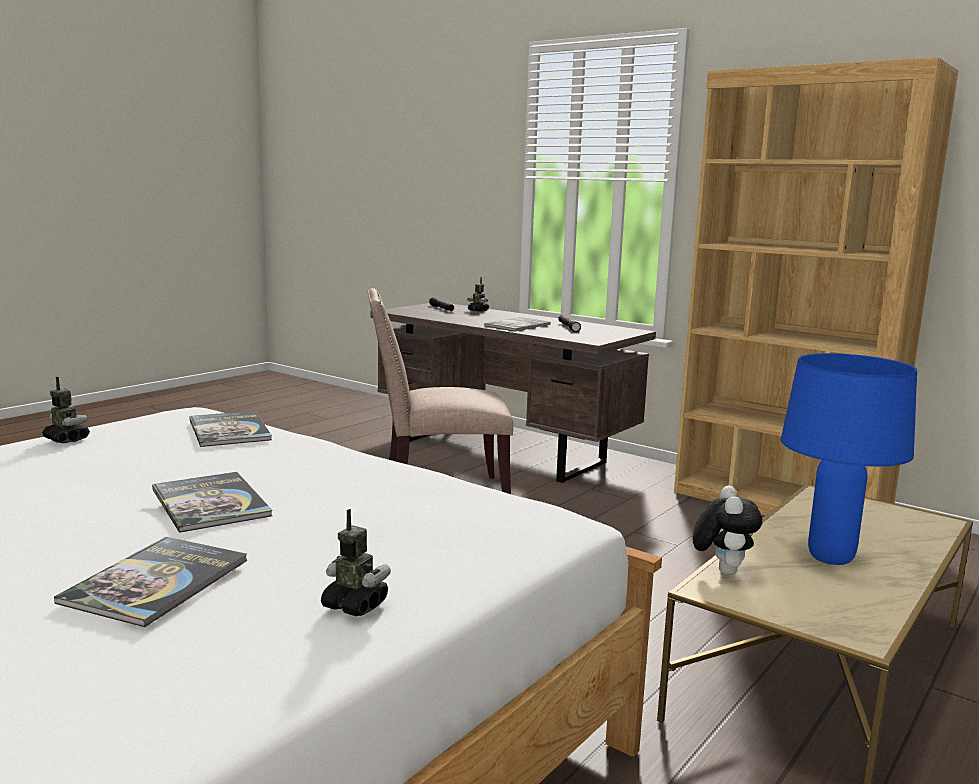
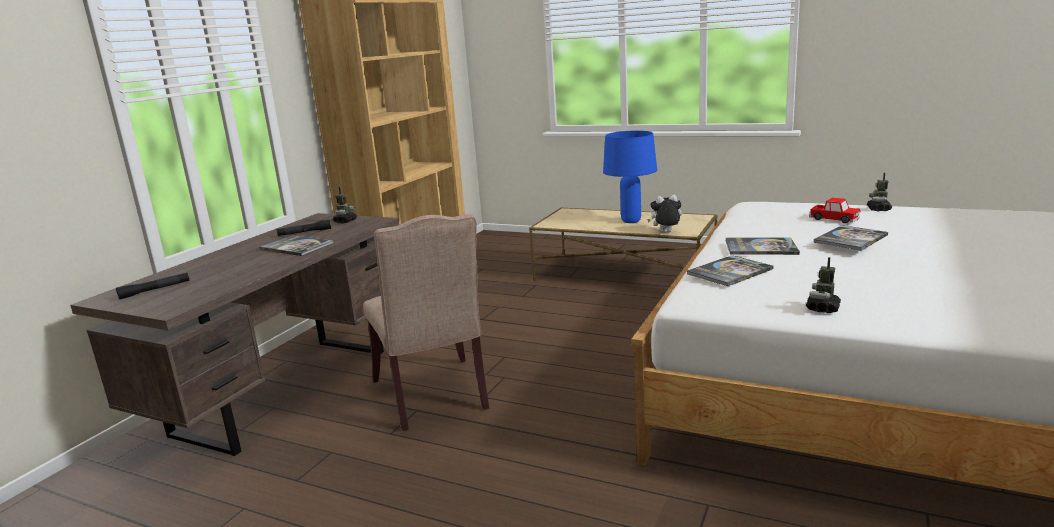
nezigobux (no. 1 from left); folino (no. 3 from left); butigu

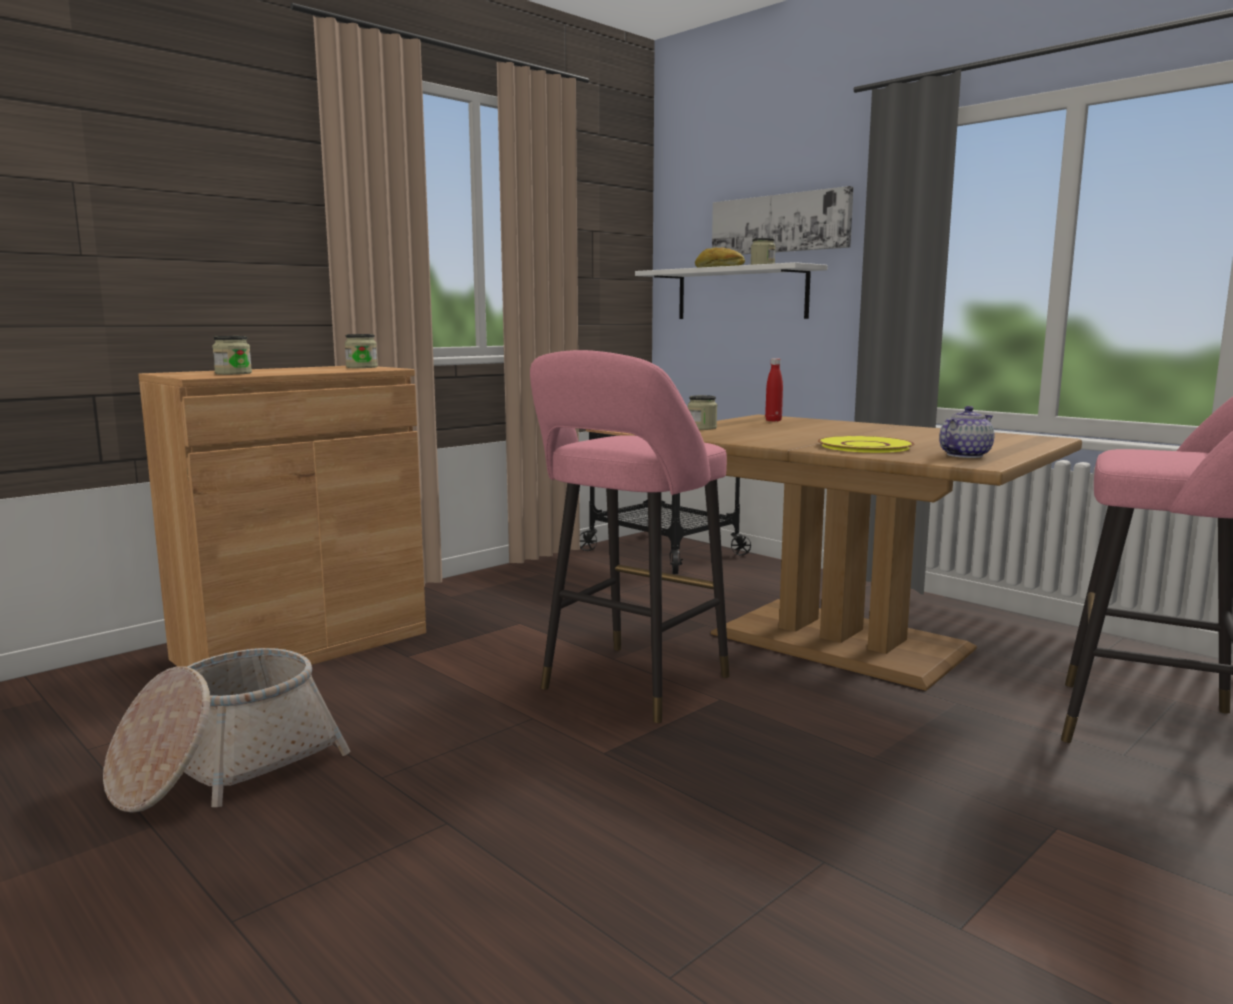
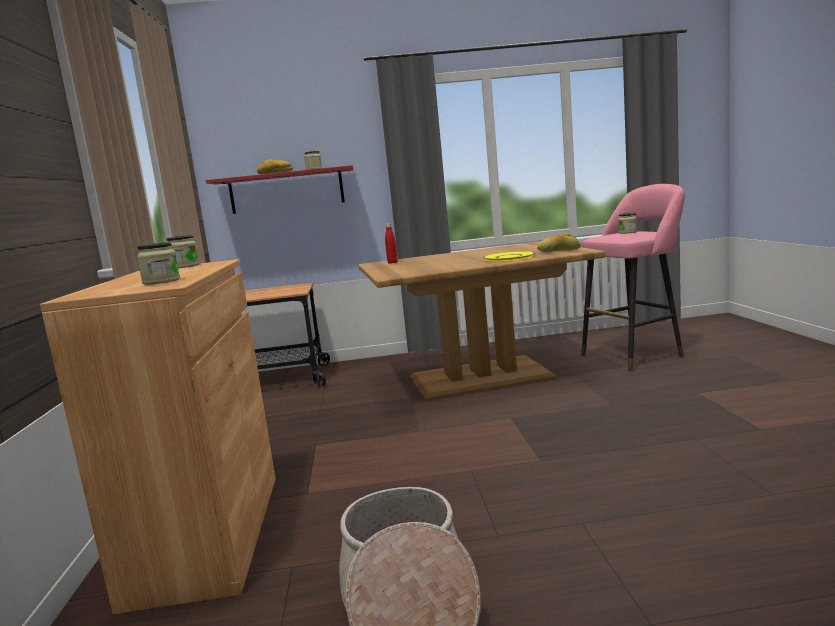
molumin; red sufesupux; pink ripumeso (no. 1 from left in the first image); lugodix (no. 4 from left); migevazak (no. 2 from left)

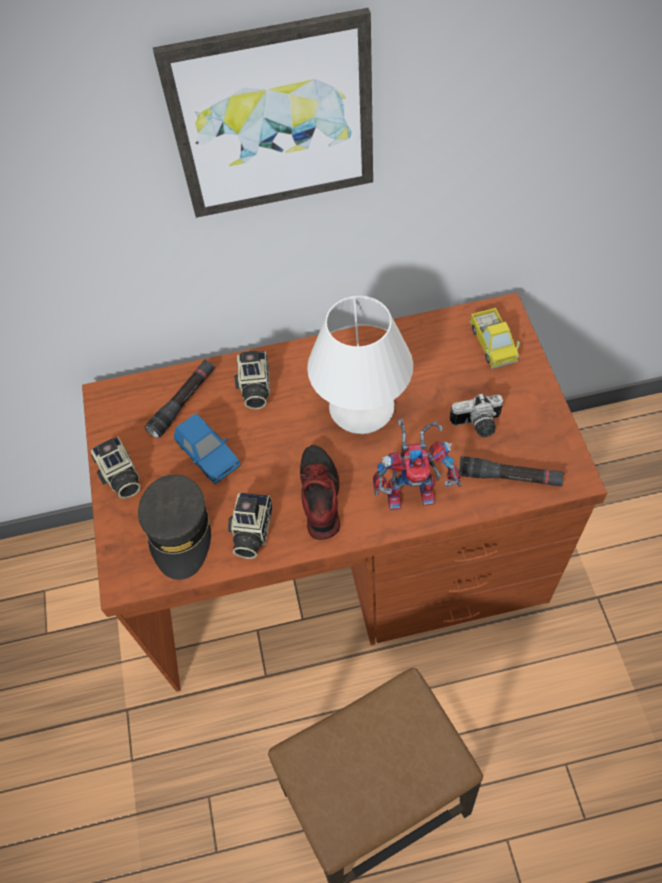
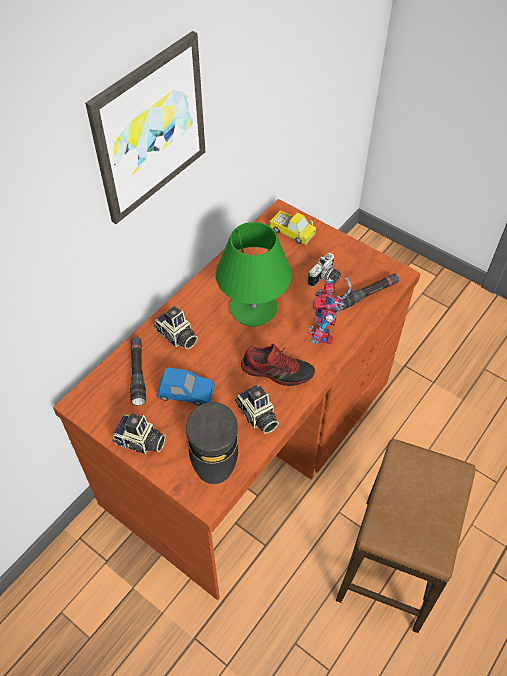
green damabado; nezigobux; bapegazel; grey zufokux

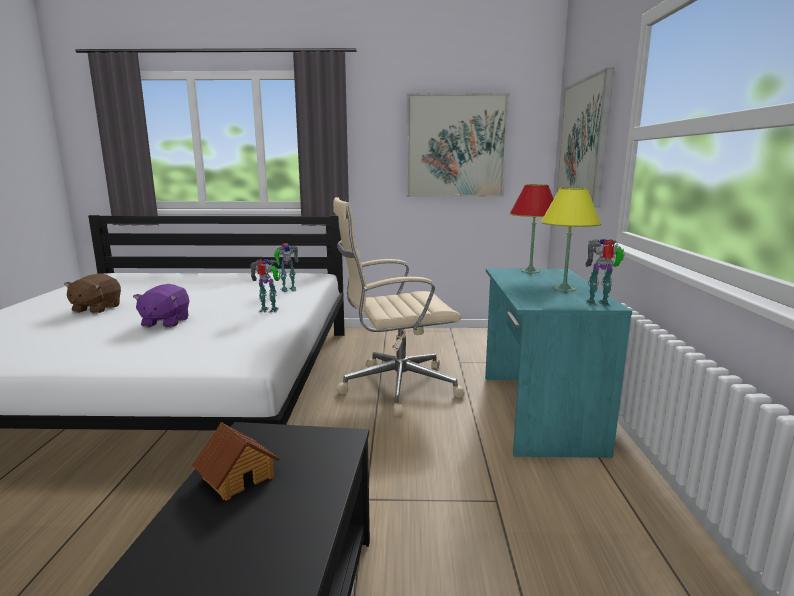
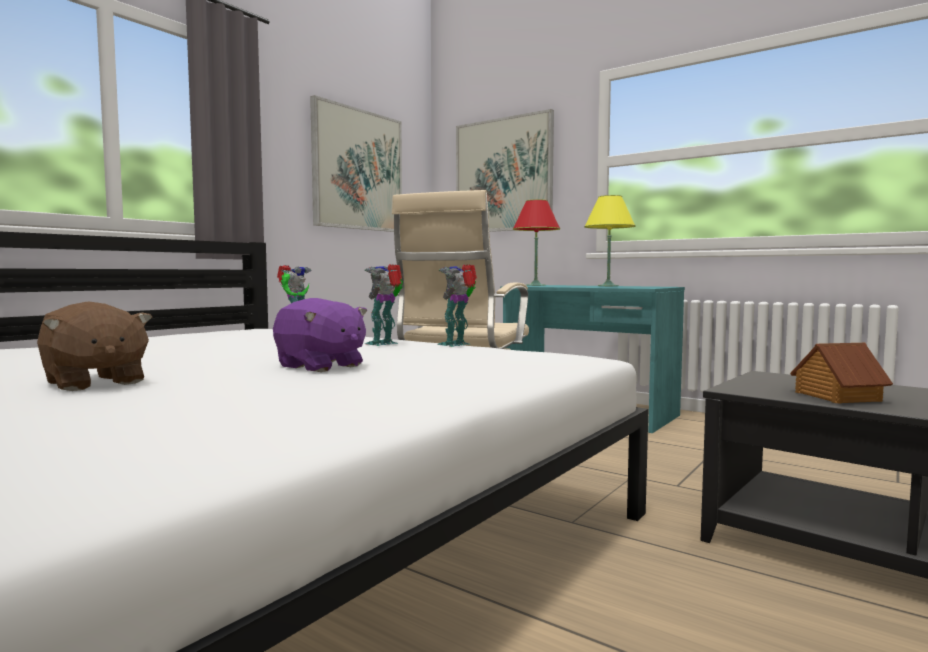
nezigobux (no. 3 from left)

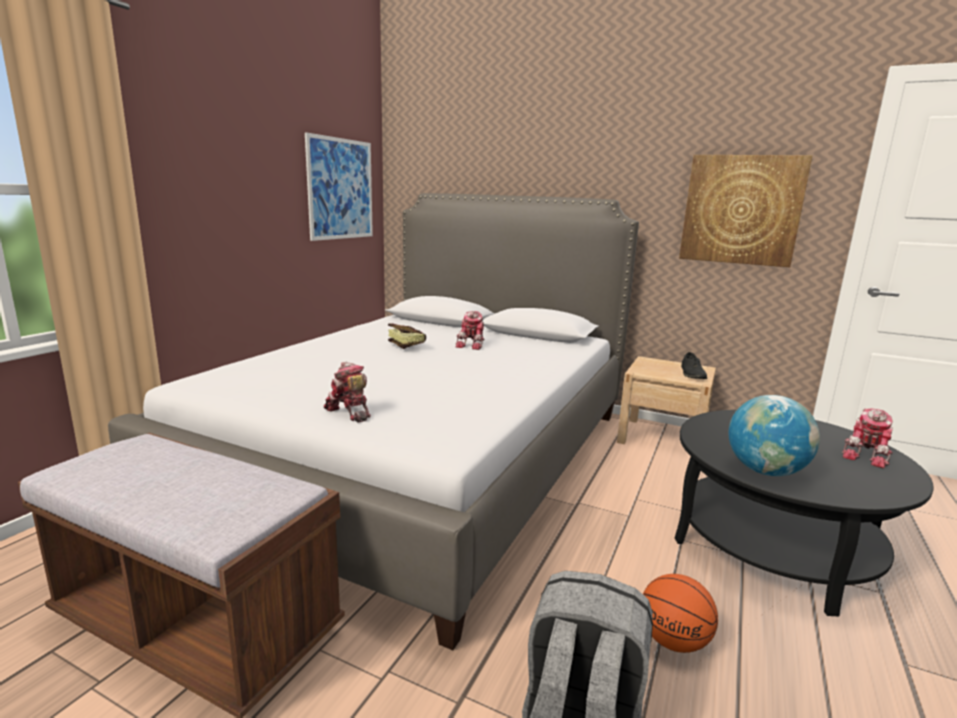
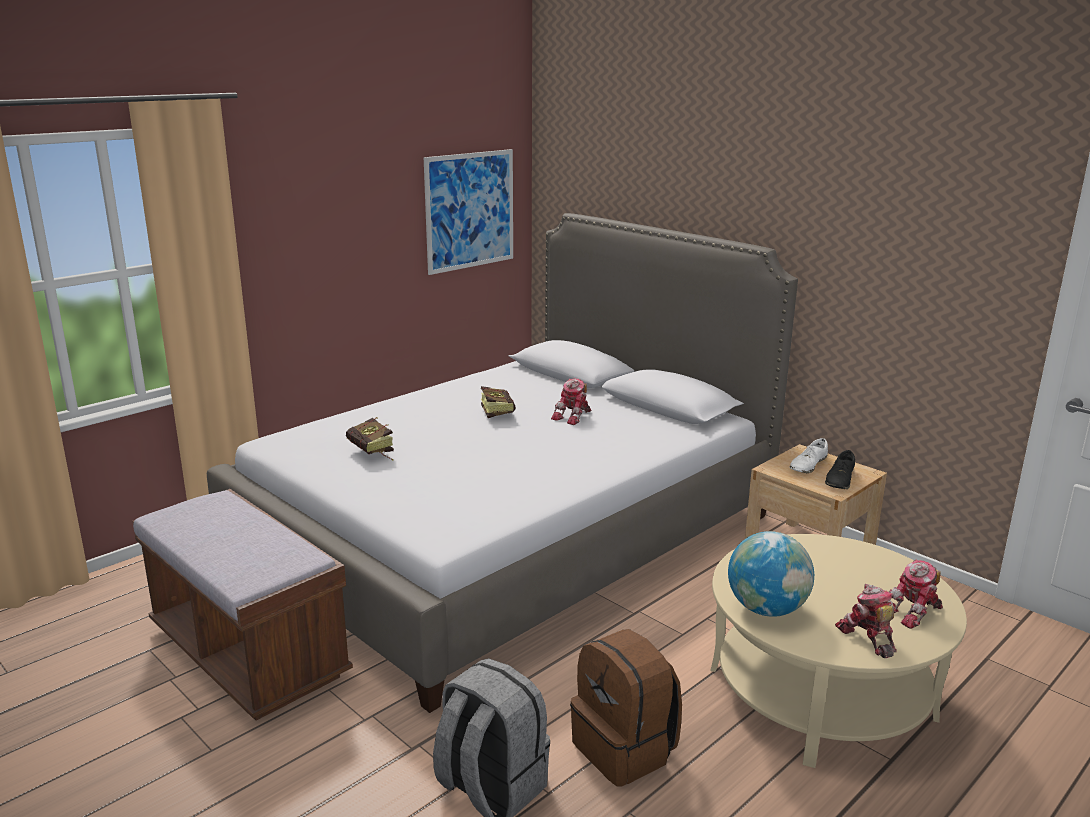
molumin (no. 2 from left in the first image); nezigobux (no. 2 from left); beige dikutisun; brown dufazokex; folino (no. 1 from left); white bapegazel

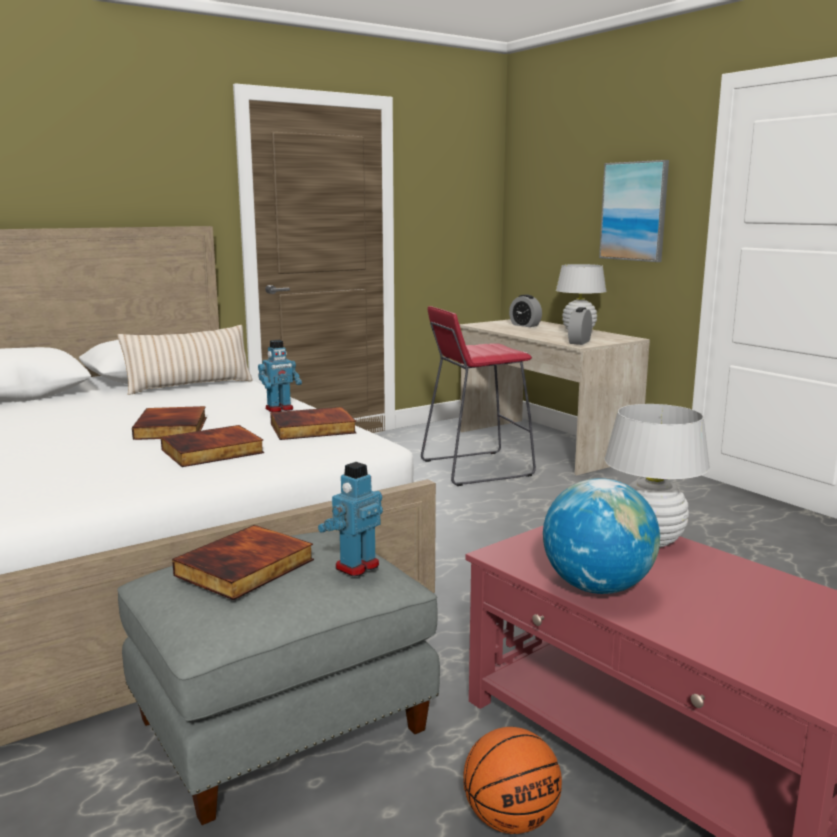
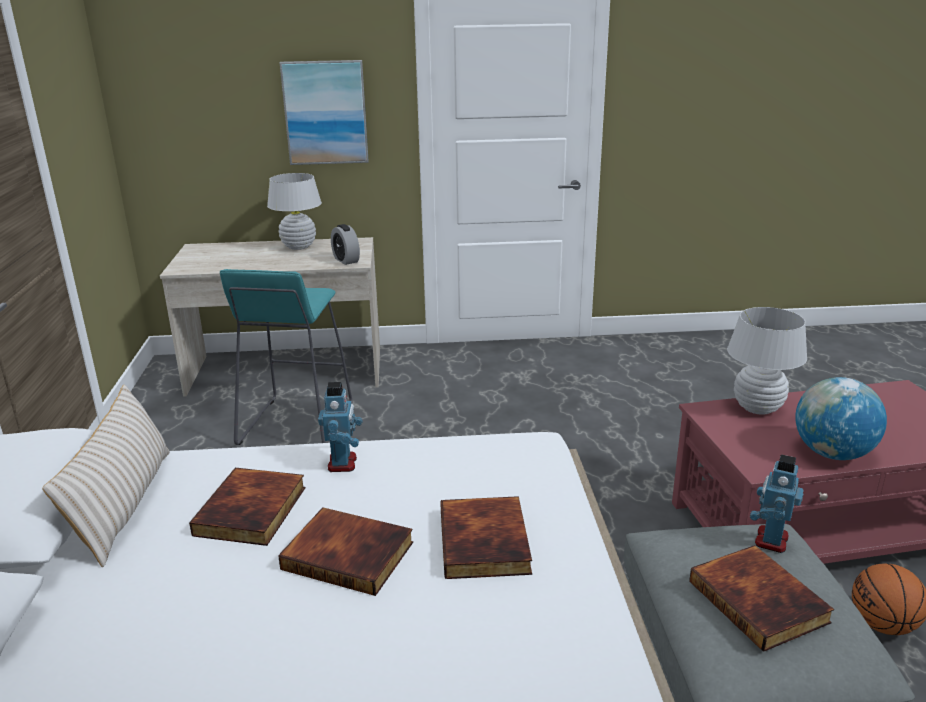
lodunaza (no. 1 from left in the first image); turquoise ripumeso; folino (no. 1 from left); nezigobux (no. 2 from left)

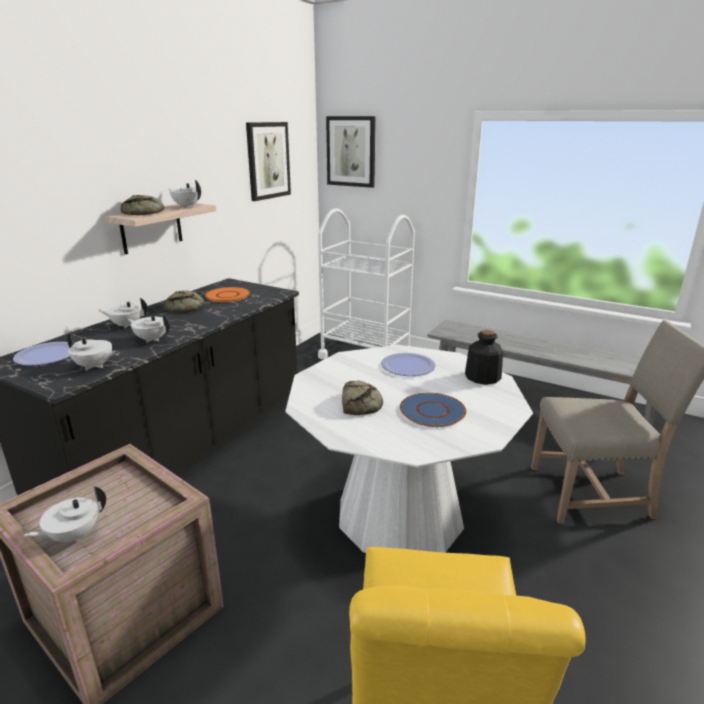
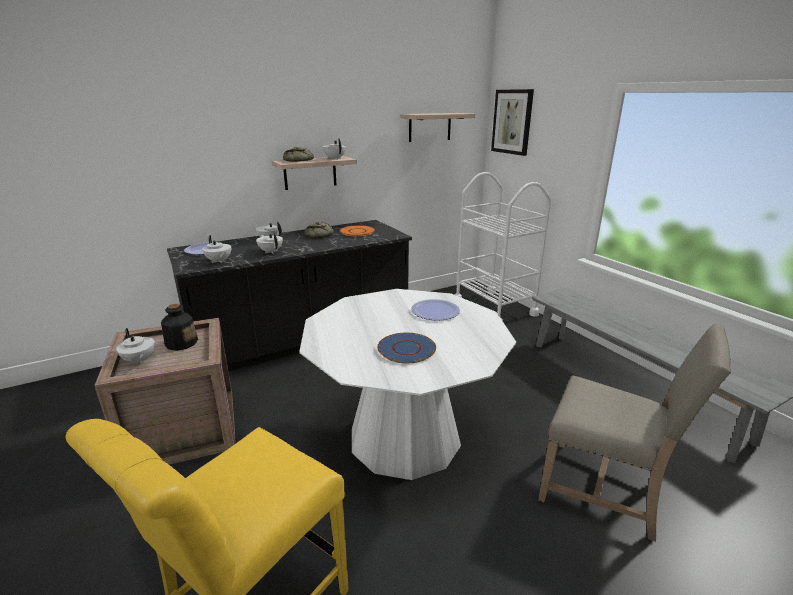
sufesupux (no. 2 from left); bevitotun; migevazak (no. 3 from left in the first image); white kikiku (no. 1 from left)

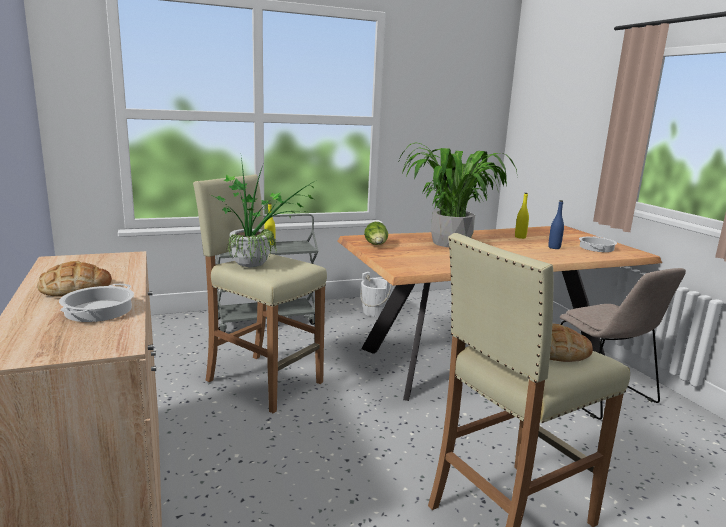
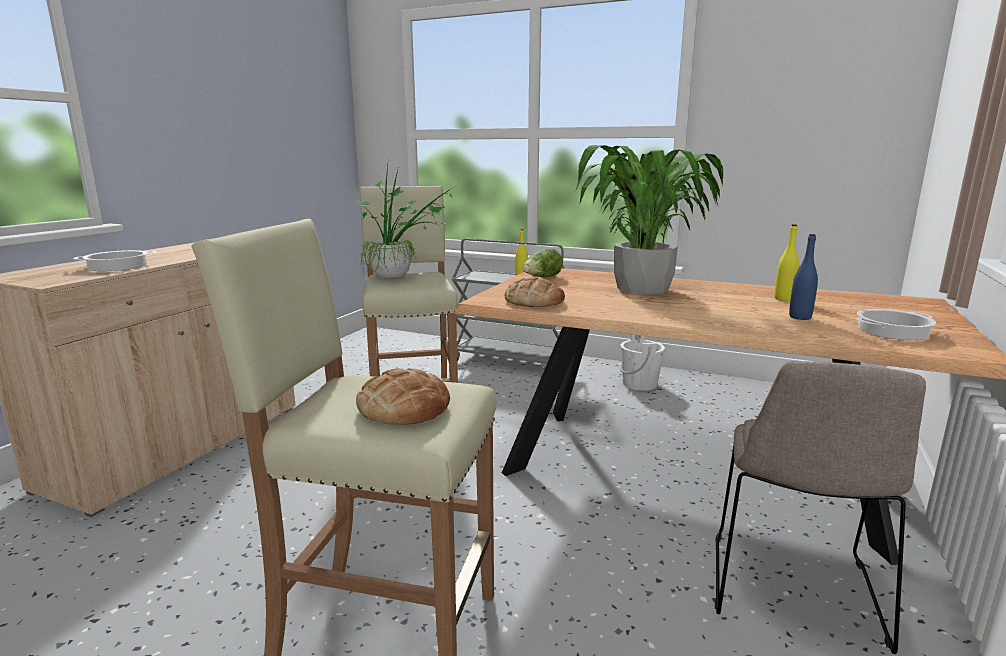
migevazak (no. 2 from left)

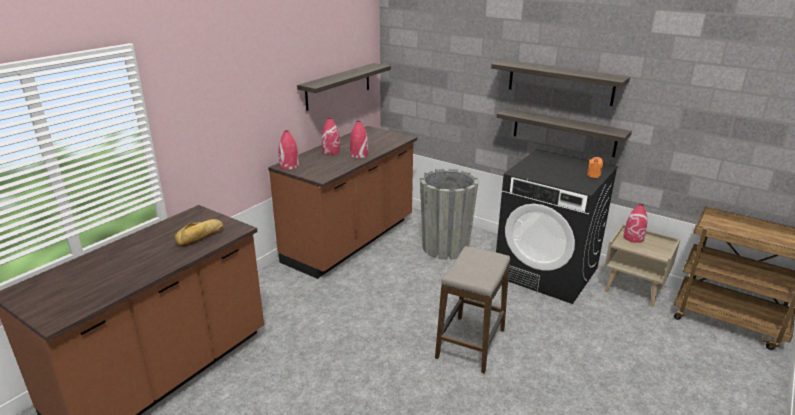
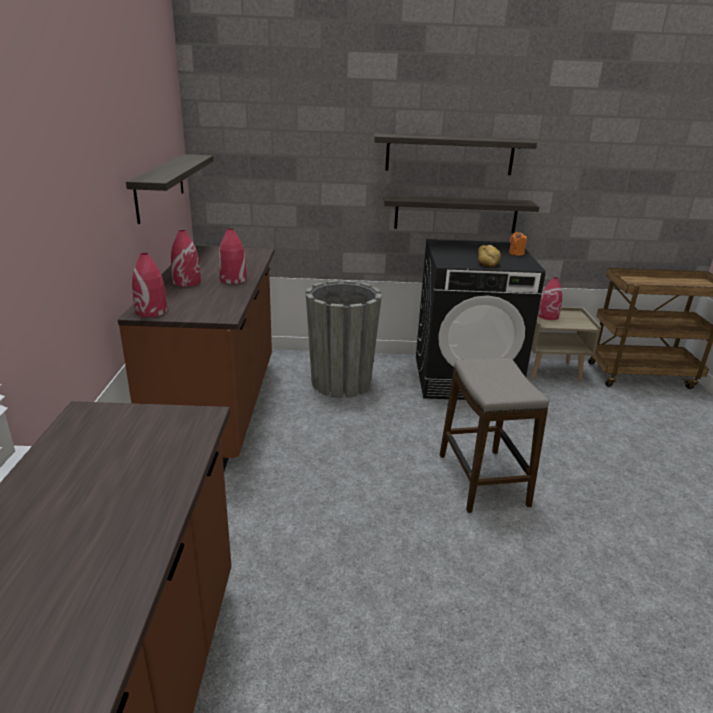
migevazak

